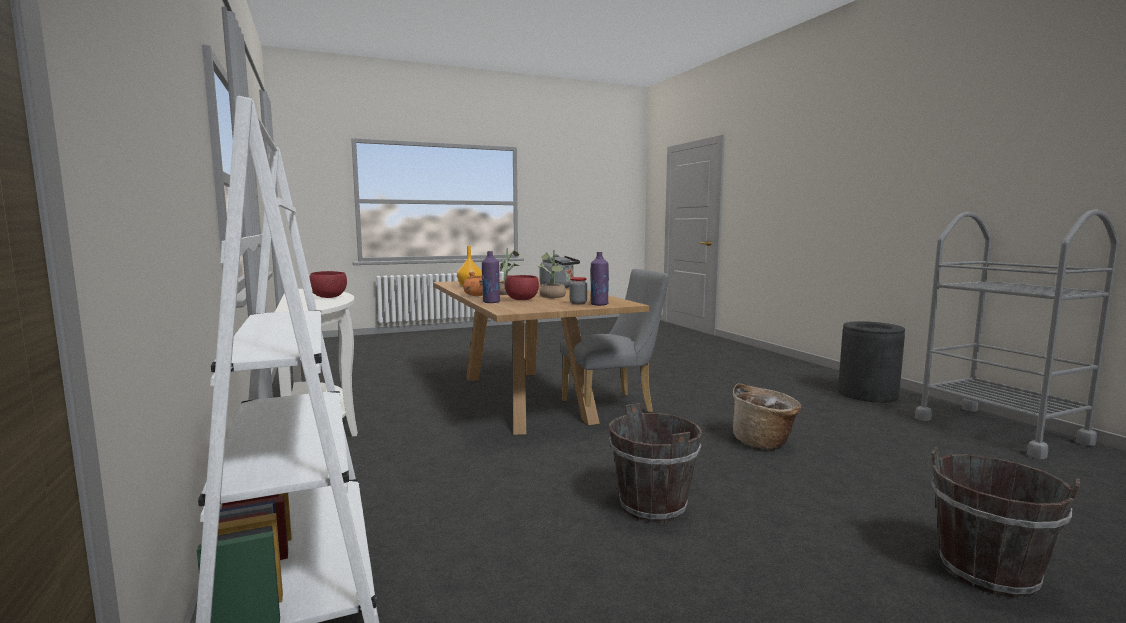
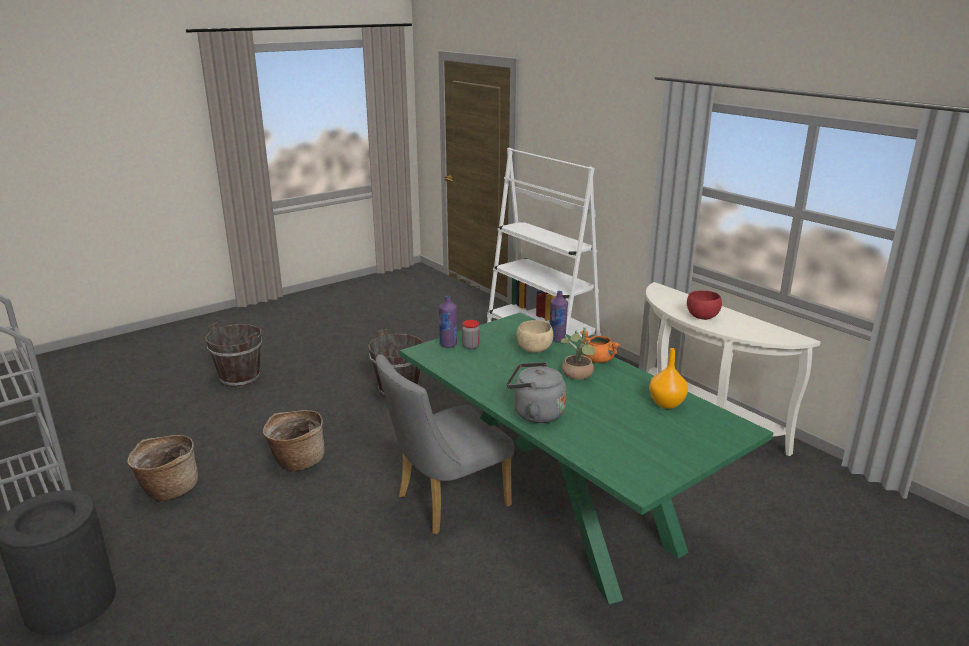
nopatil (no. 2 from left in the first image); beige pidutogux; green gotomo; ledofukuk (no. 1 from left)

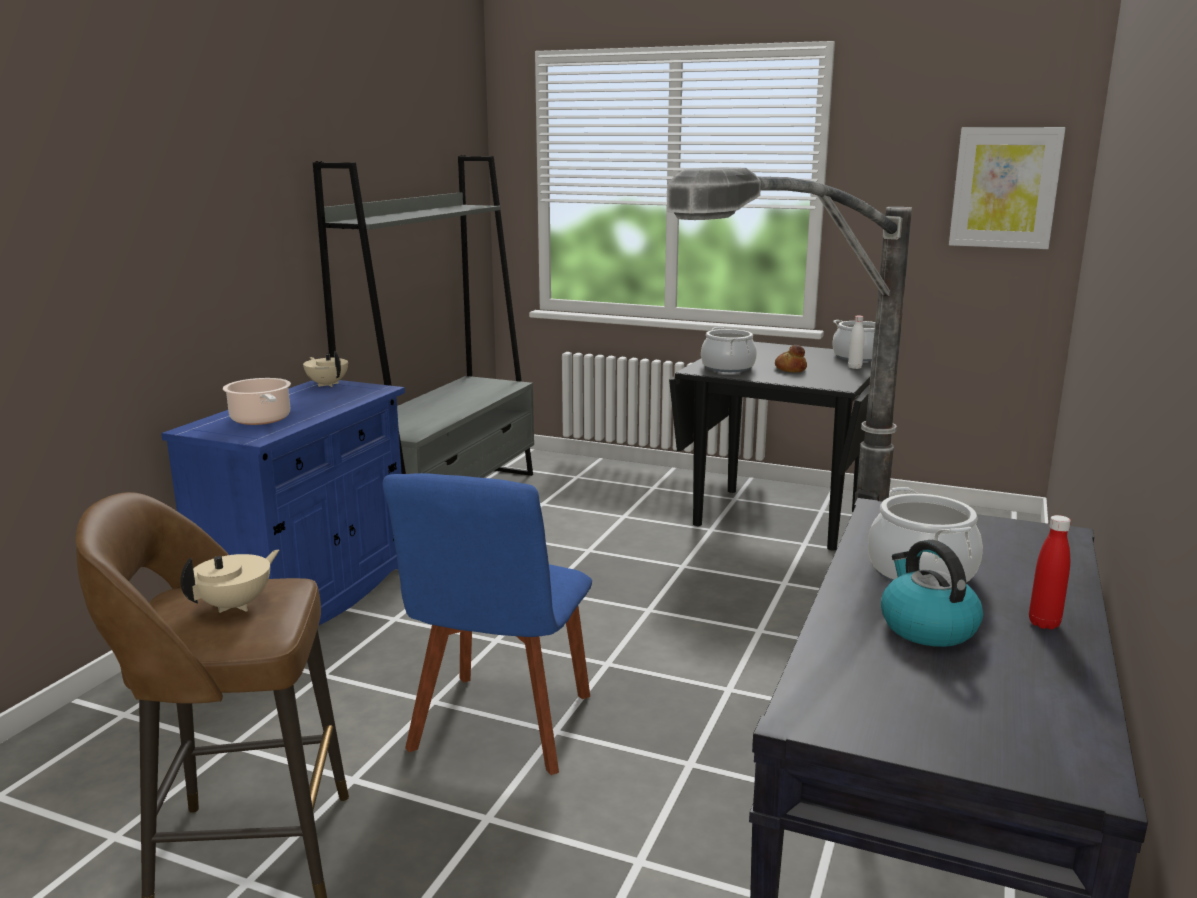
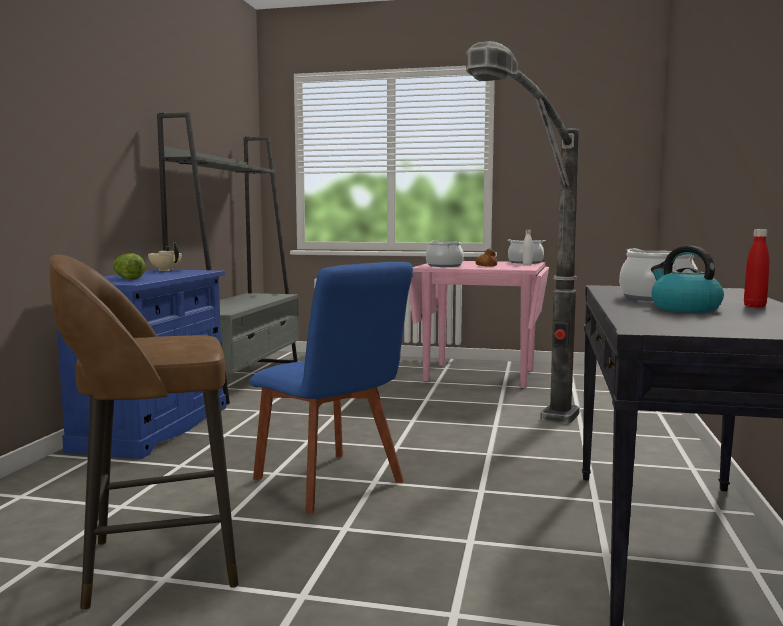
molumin; pink gotomo; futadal; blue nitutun; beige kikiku (no. 1 from left in the first image)

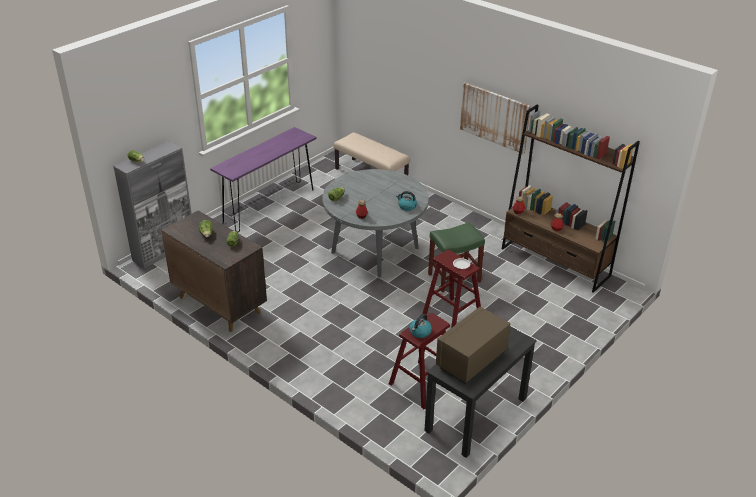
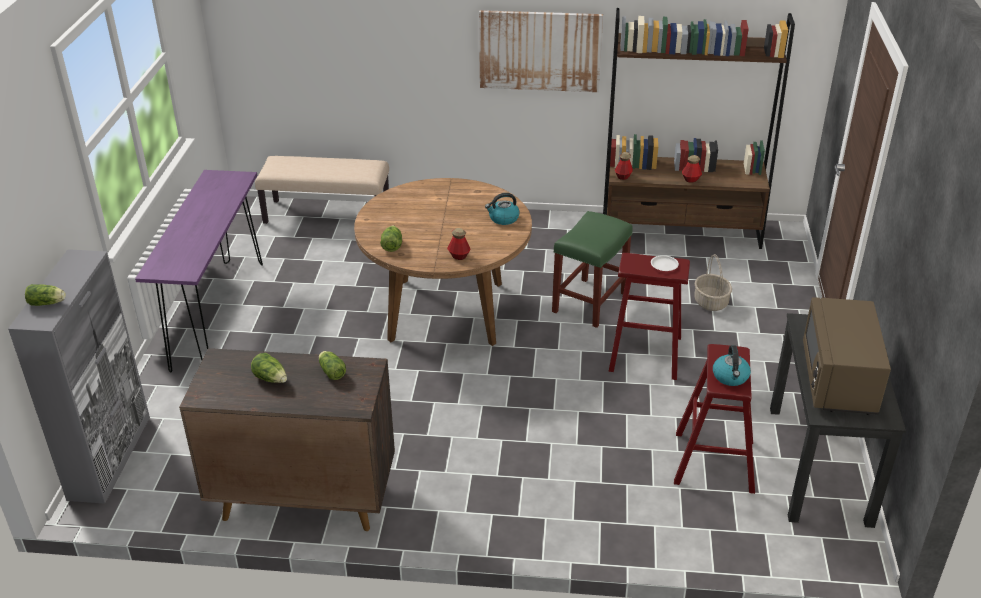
brown gotomo; ledofukuk

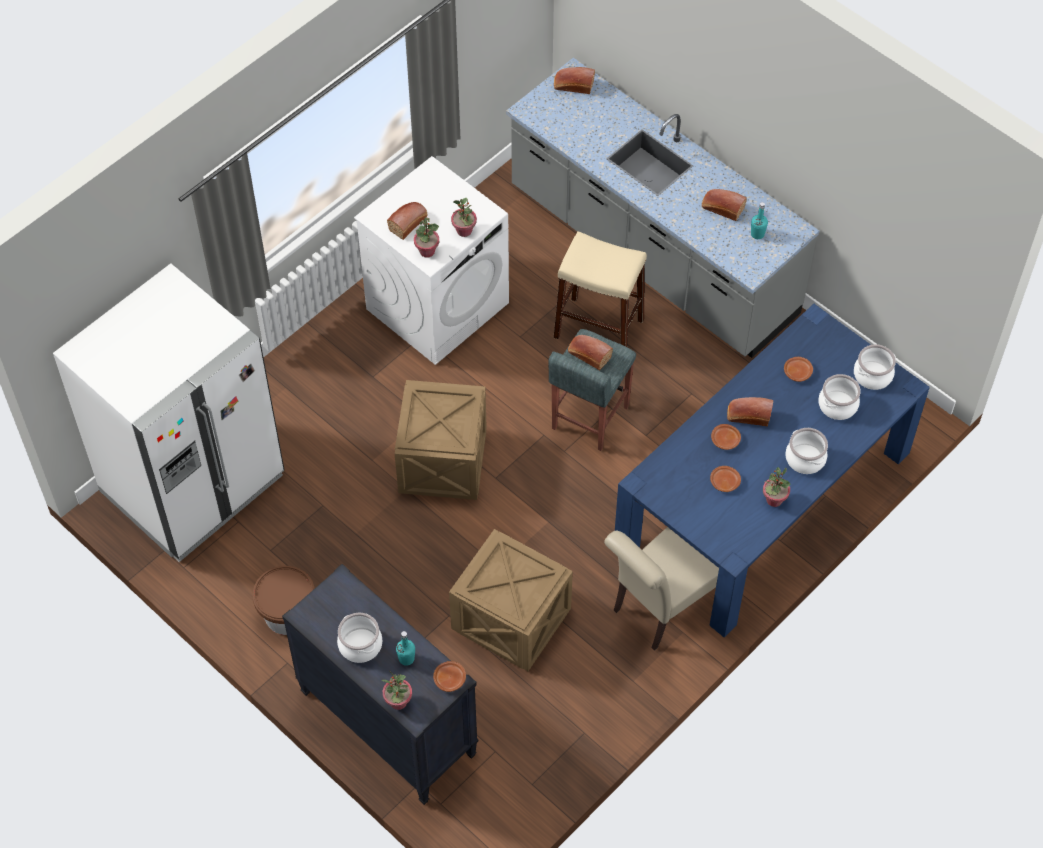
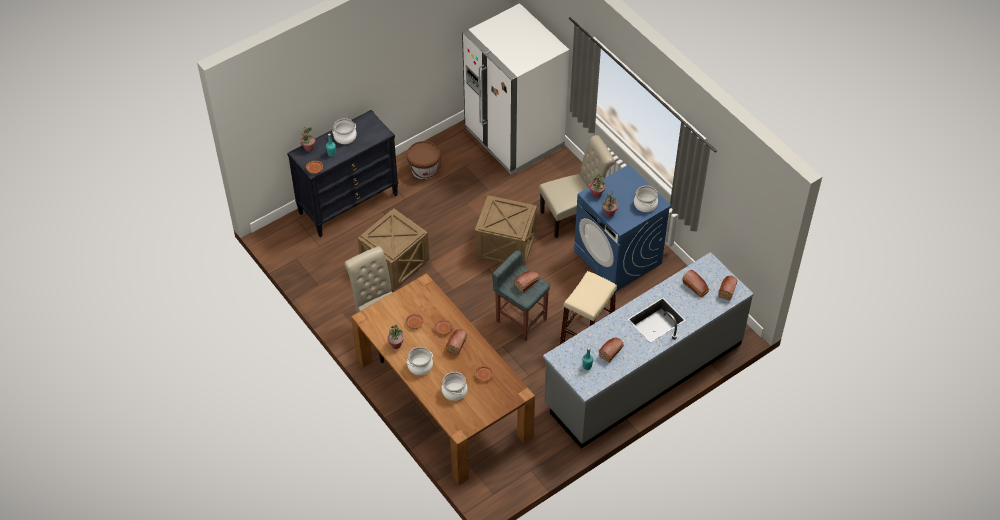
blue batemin; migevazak (no. 4 from left); brown gotomo; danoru (no. 4 from left); beige nitutun (no. 2 from left)

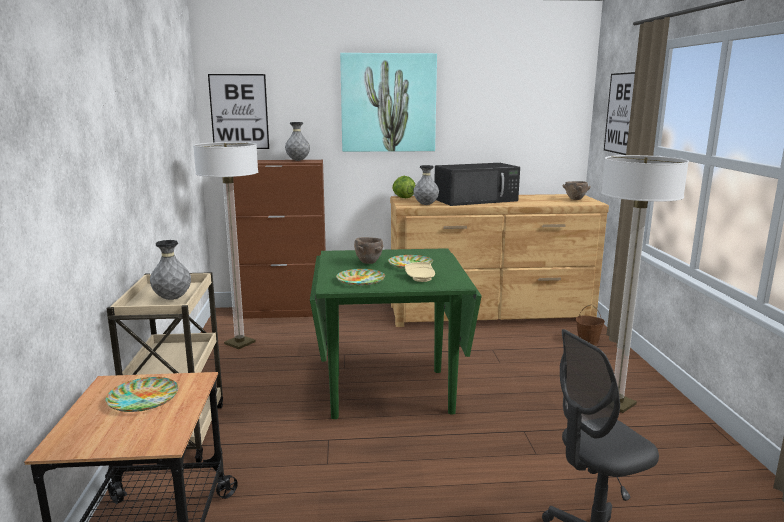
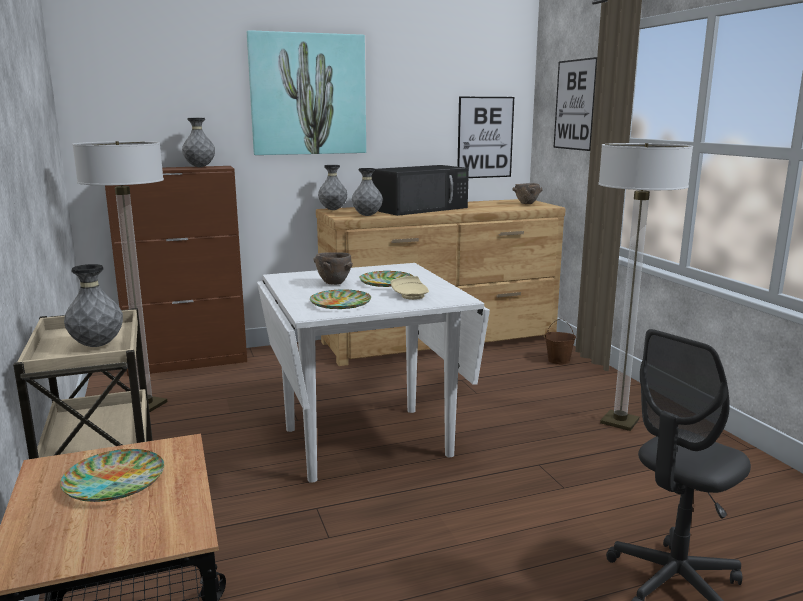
molumin (no. 2 from left); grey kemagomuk (no. 3 from left); white gotomo

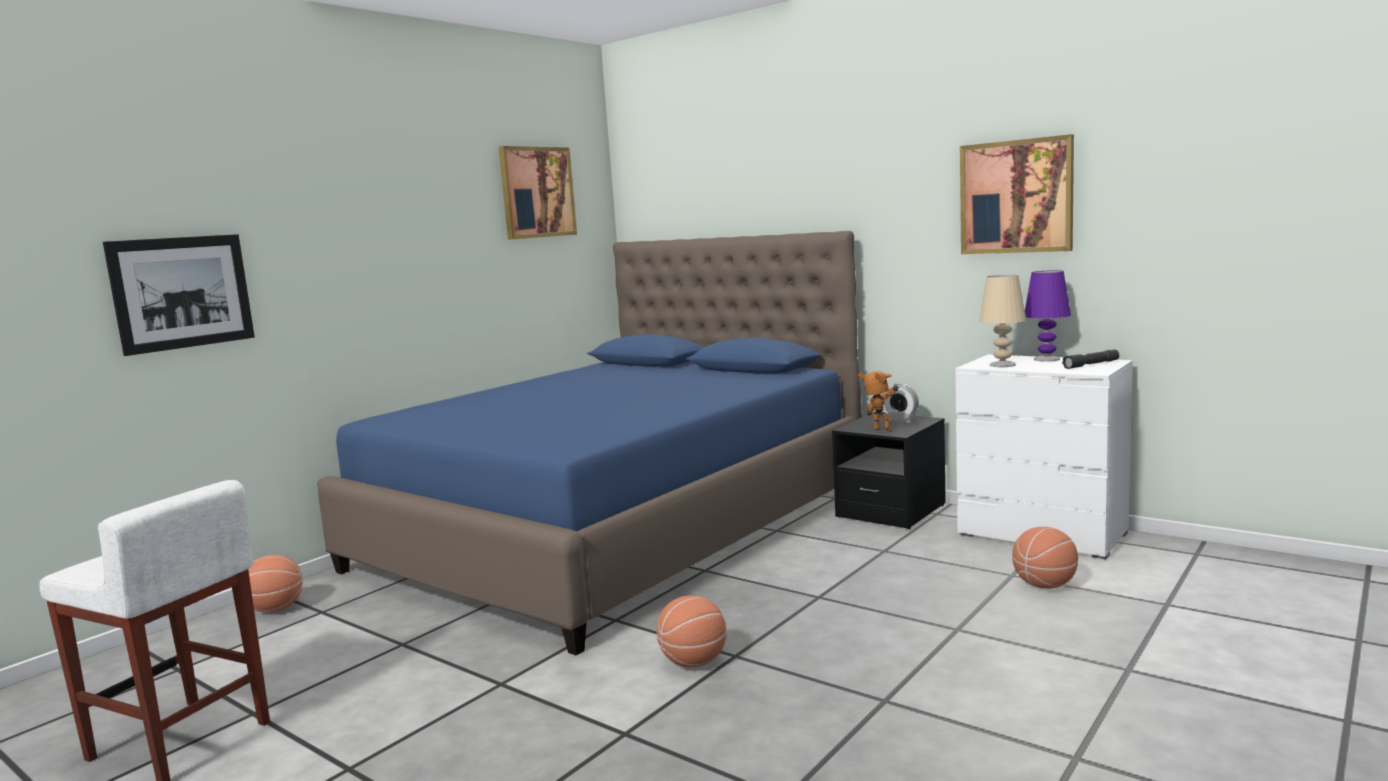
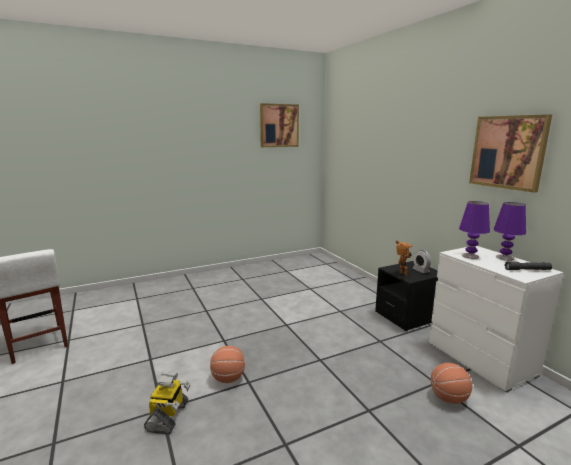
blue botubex; molumin (no. 1 from left in the first image); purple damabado (no. 1 from left); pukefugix (no. 1 from left in the first image); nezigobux (no. 1 from left)

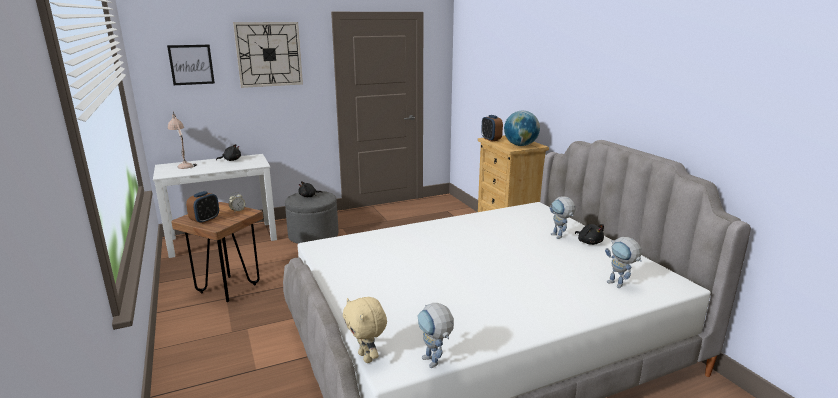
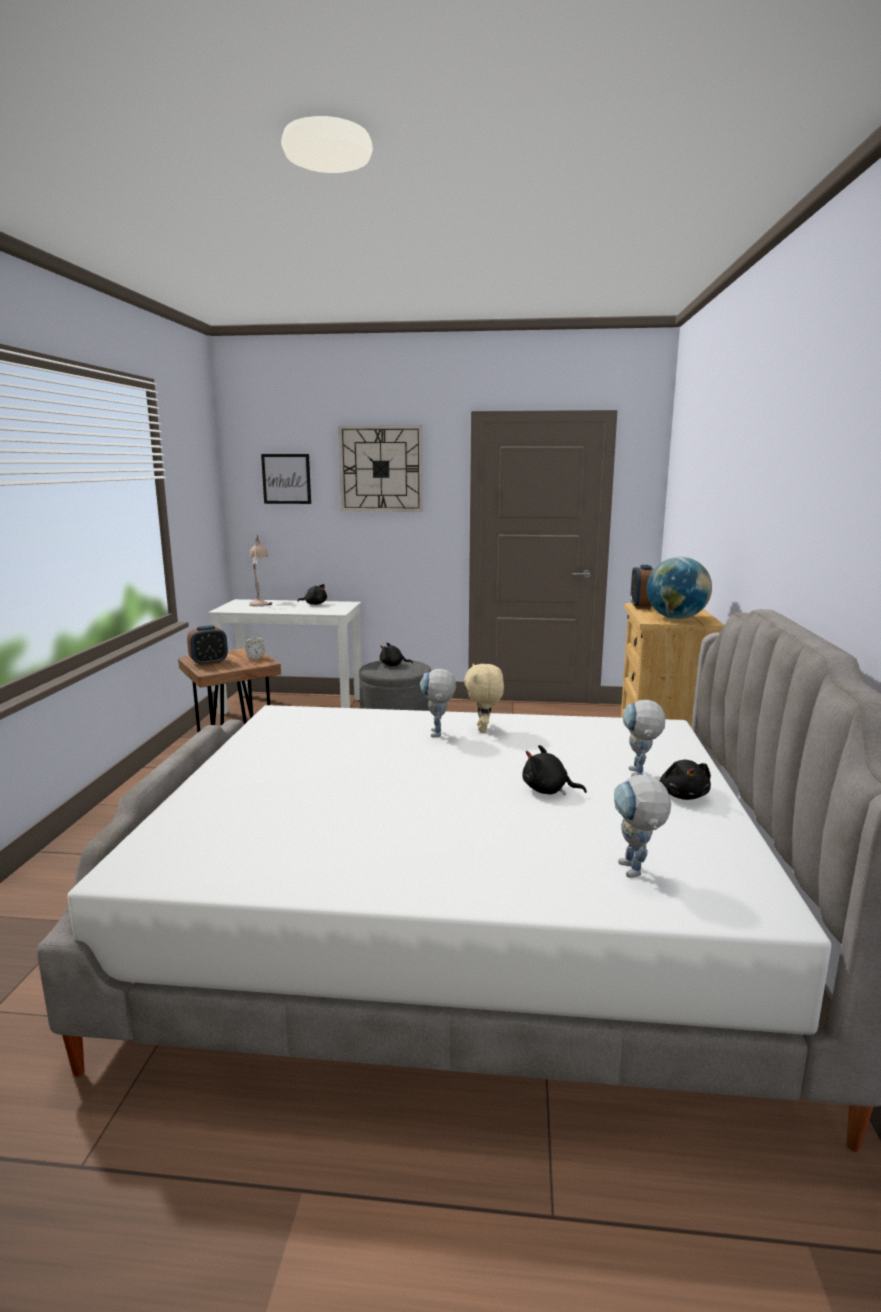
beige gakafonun; nezigobux (no. 1 from left); black gakafonun (no. 3 from left)

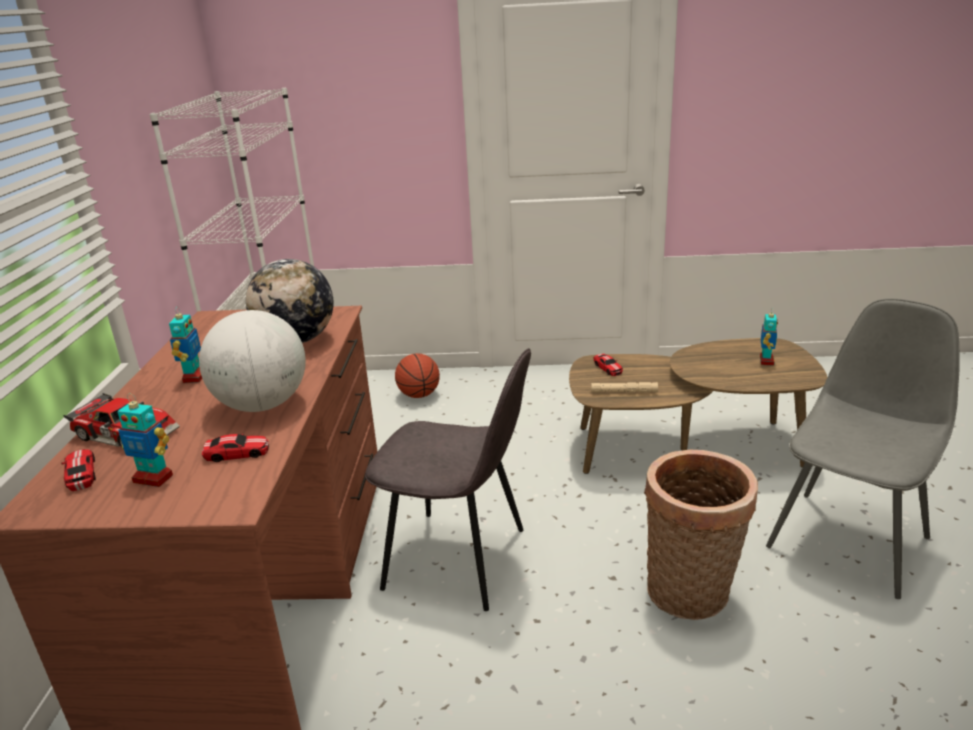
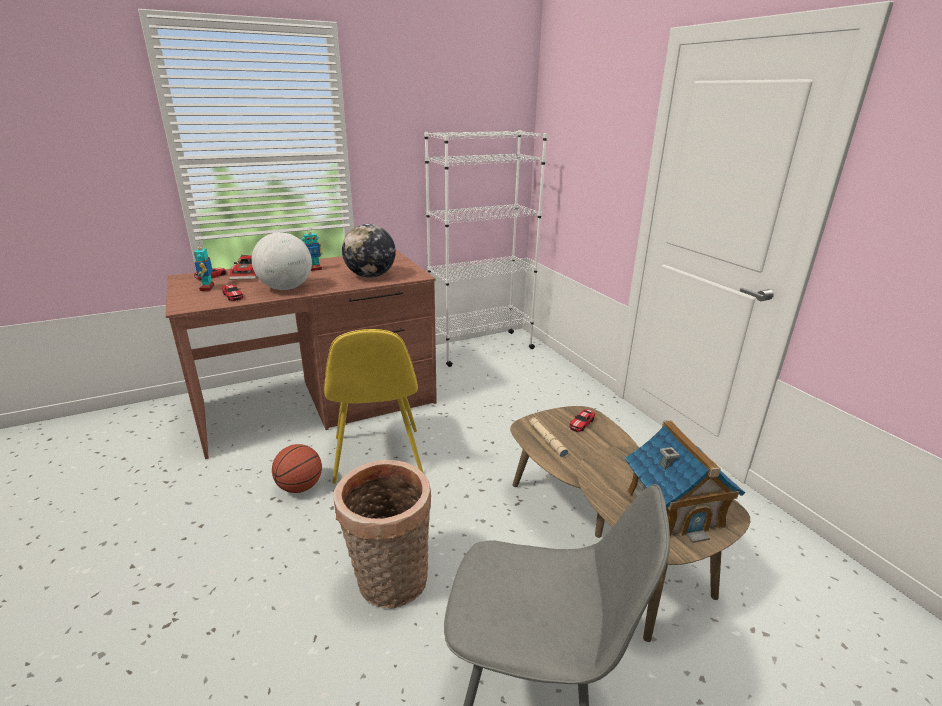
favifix; yellow nitutun; pukefugix

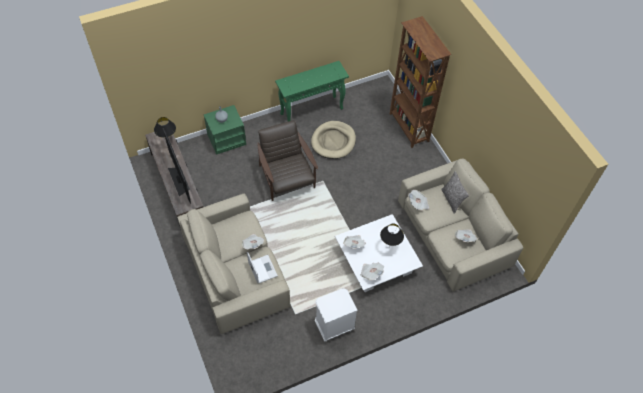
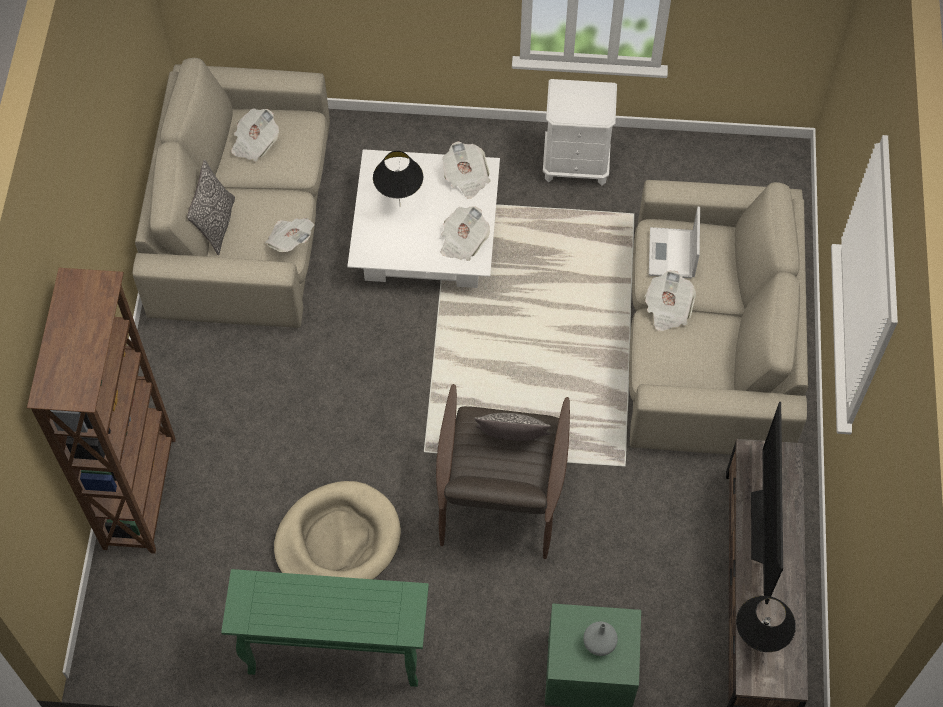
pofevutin (no. 2 from left)

